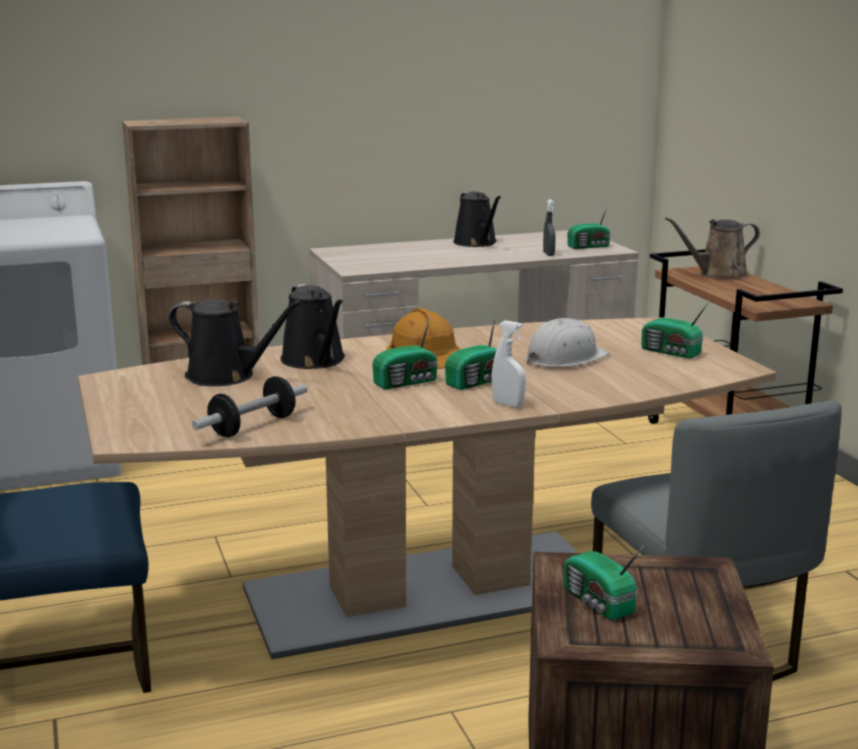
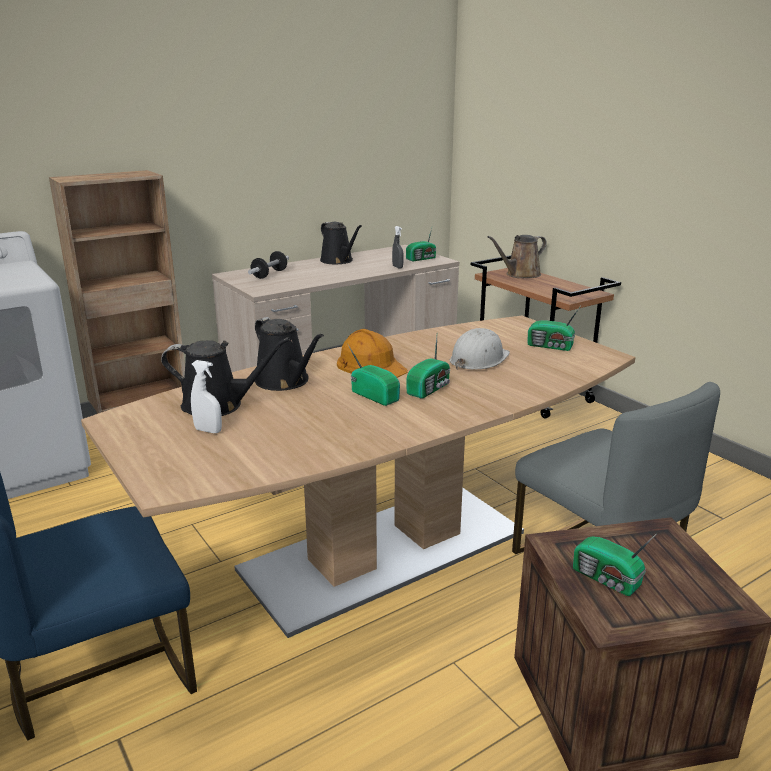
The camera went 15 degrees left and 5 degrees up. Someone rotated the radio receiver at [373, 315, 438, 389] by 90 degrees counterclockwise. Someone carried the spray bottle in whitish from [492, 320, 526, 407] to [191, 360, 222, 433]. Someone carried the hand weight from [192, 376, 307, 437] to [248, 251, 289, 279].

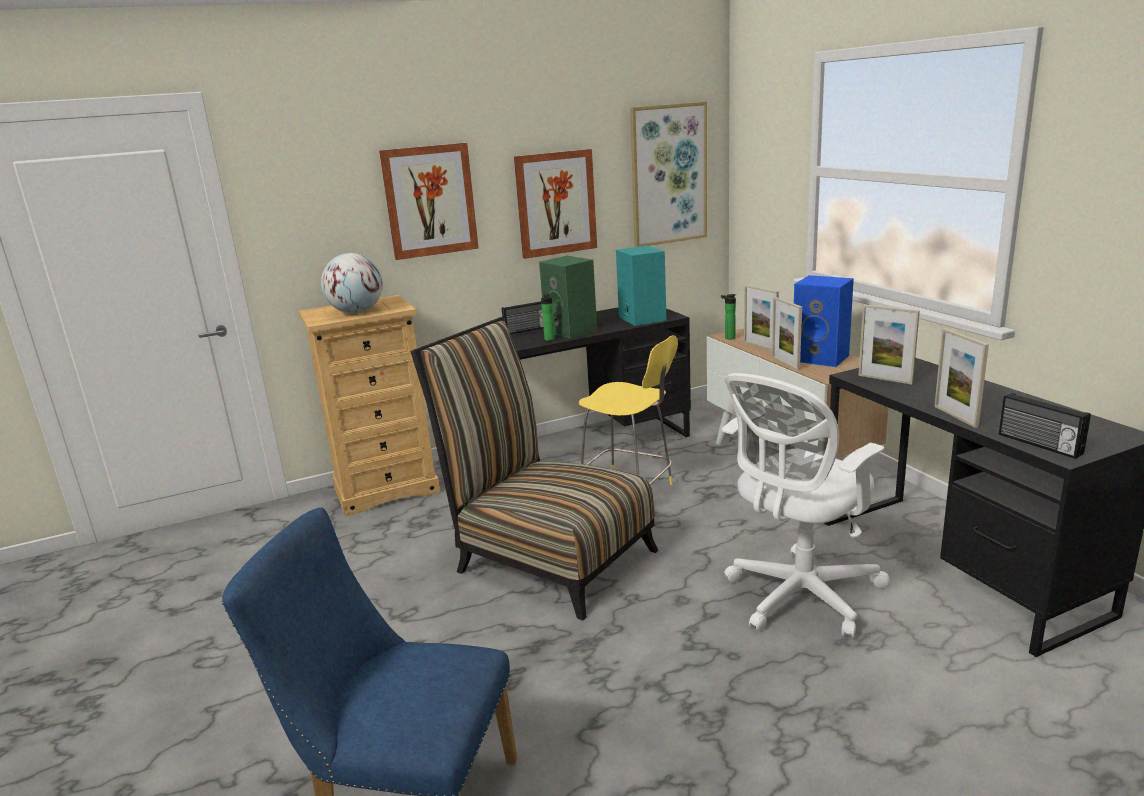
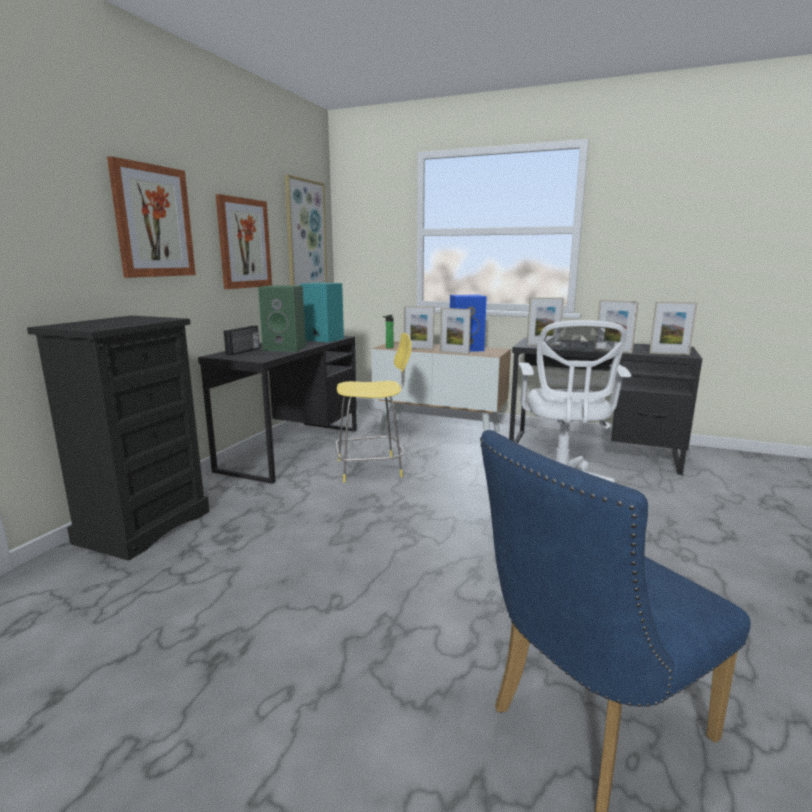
The camera went 45 degrees left and 5 degrees down. Someone took away the globe at [321, 253, 383, 313]. Someone took away the drink bottle at [541, 294, 555, 341]. Someone repainted the dresser in beige-coloured at [299, 295, 440, 517], which became the dresser in blackish at [27, 315, 209, 561]. Someone took away the plain chair at [411, 317, 658, 621]. Someone swapped the radio receiver at [999, 393, 1091, 459] for the photo frame at [649, 301, 698, 355].

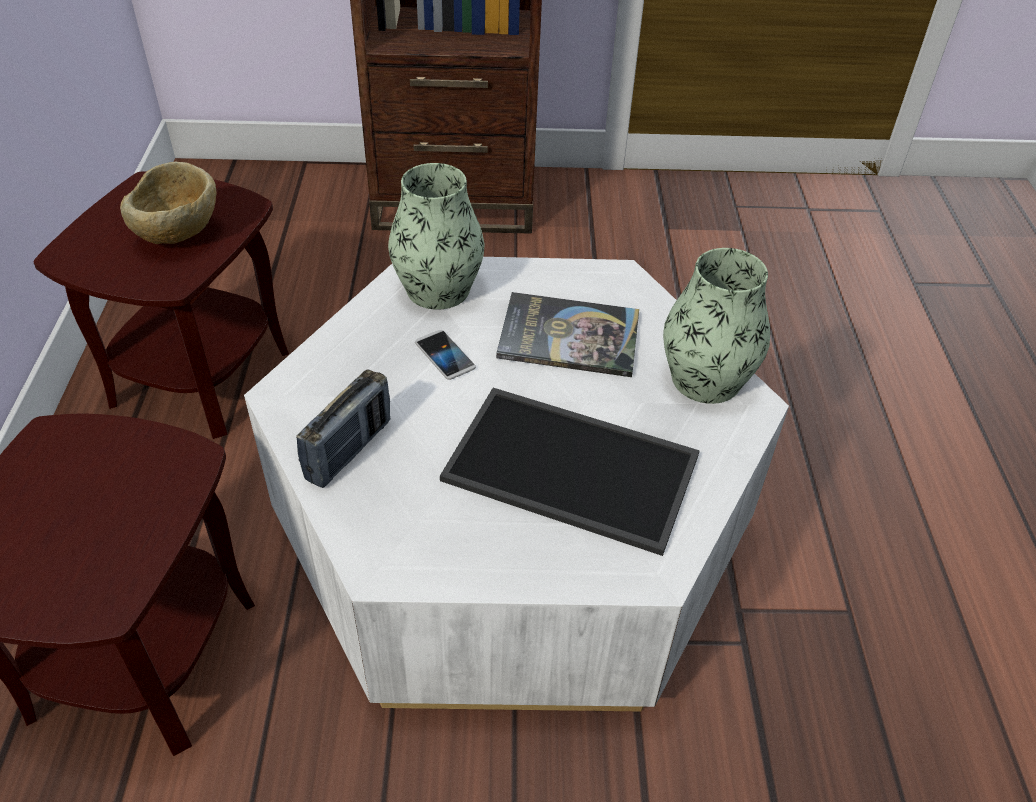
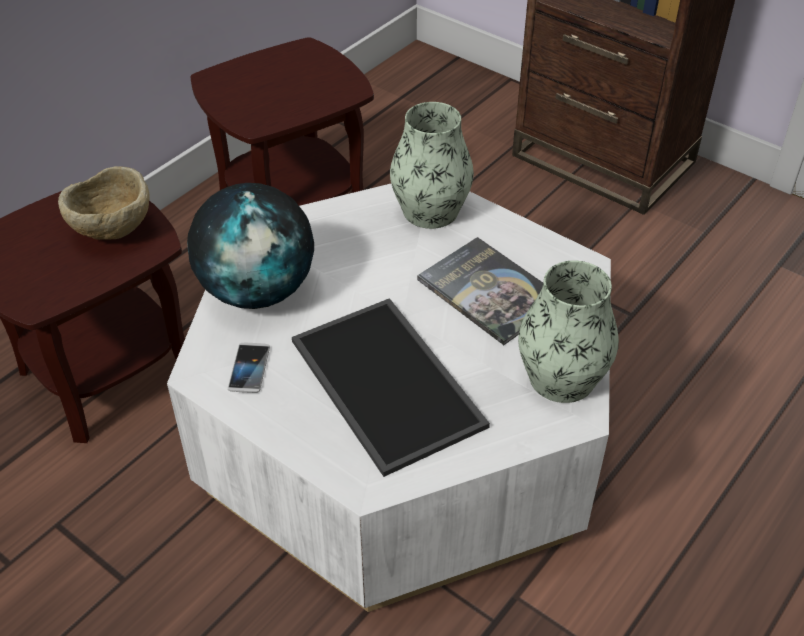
The camera went 40 degrees right and 0 degrees up. Someone carried the bowl in beige-coloured from [120, 161, 216, 244] to [58, 166, 149, 240]. Someone carried the handset from [415, 330, 476, 380] to [228, 343, 270, 393]. Someone swapped the radio receiver at [296, 369, 390, 488] for the globe at [187, 183, 314, 309].

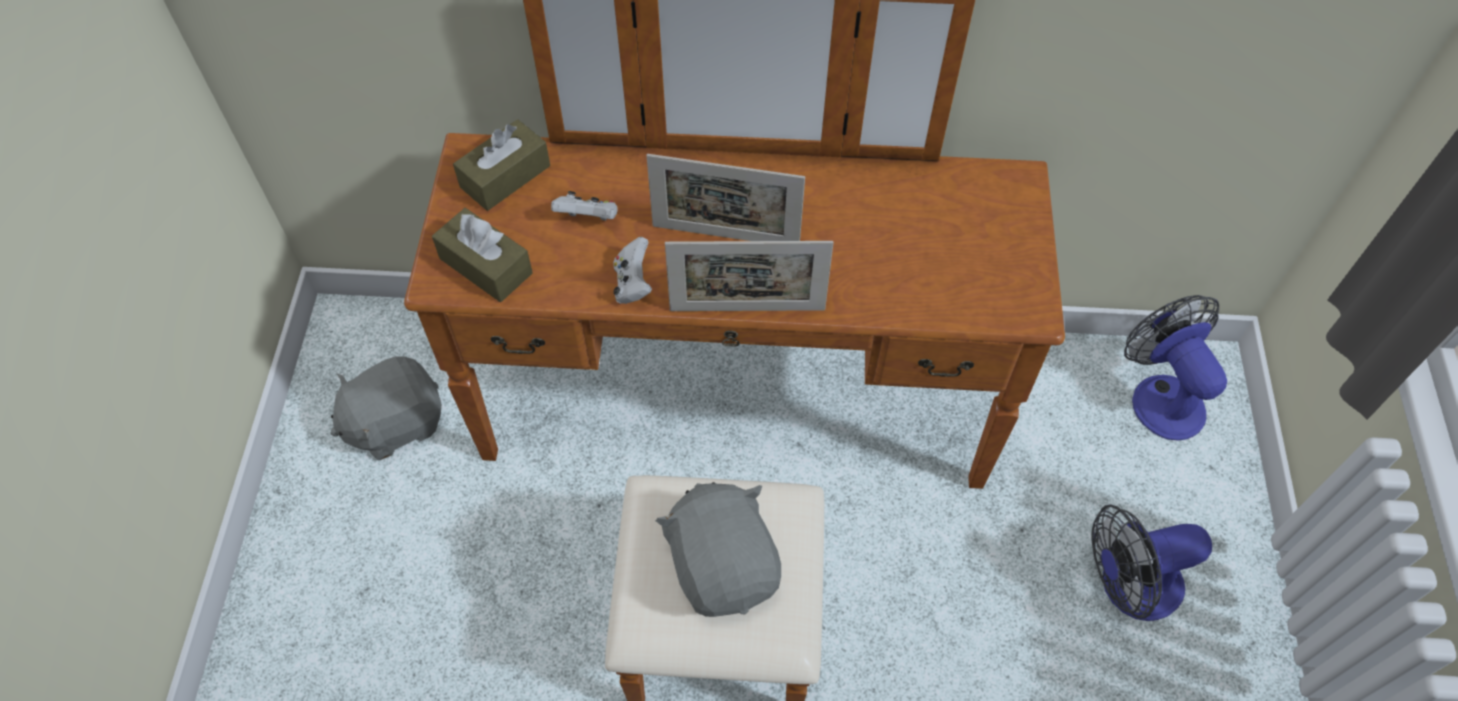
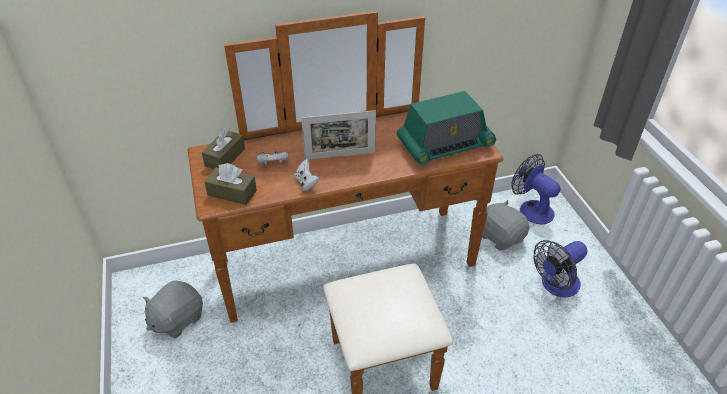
The camera went 20 degrees left and 15 degrees down. Someone took away the photo frame at [665, 241, 833, 311]. Someone carried the cuddly toy in gray from [656, 482, 781, 617] to [482, 200, 530, 251]. Someone put down the radio receiver at [397, 91, 496, 165].

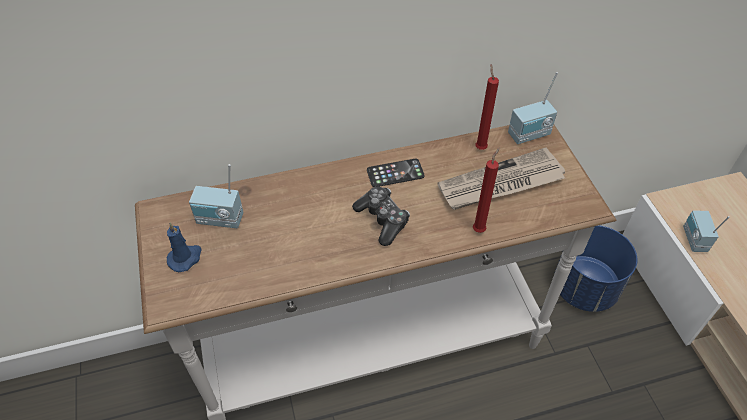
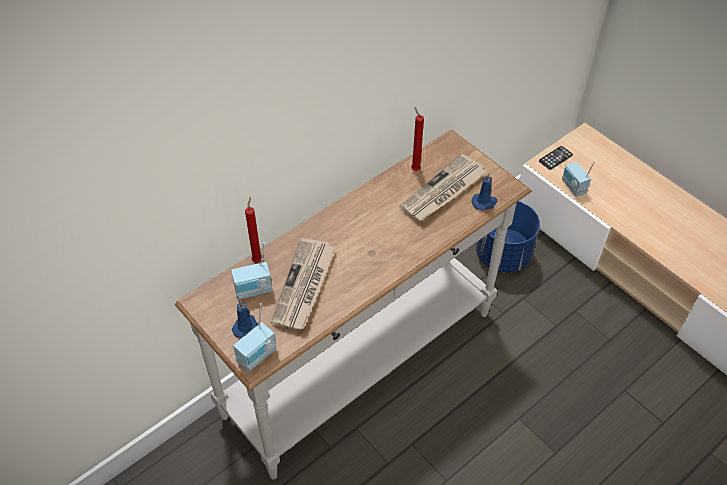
The camera went 25 degrees left and 0 degrees up. Someone carried the radio receiver from [508, 72, 558, 144] to [233, 303, 276, 372]. Someone carried the candle in red from [473, 147, 500, 233] to [245, 197, 262, 263]. Someone carried the handset from [367, 159, 425, 187] to [539, 146, 573, 170]. Someone took away the game controller at [352, 187, 410, 246]. Someone put down the candle in bluish at [471, 173, 497, 211]. Someone put down the newspaper at [271, 238, 336, 330].

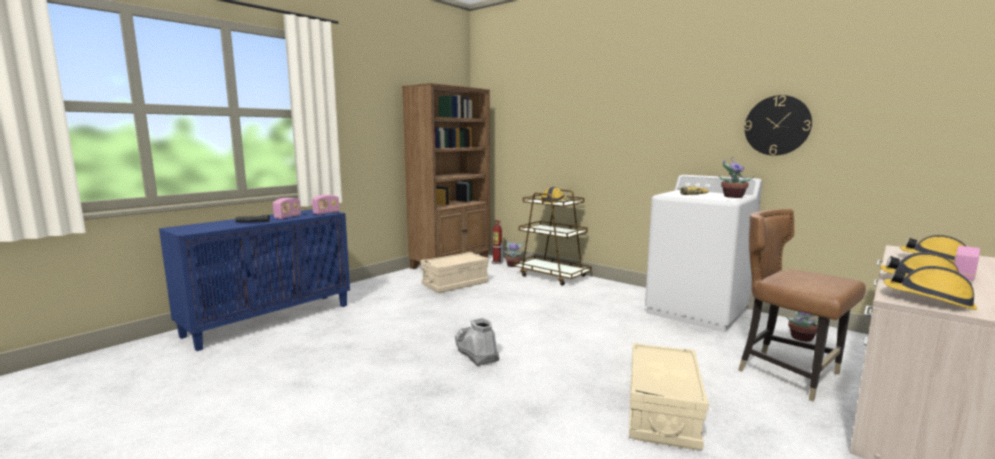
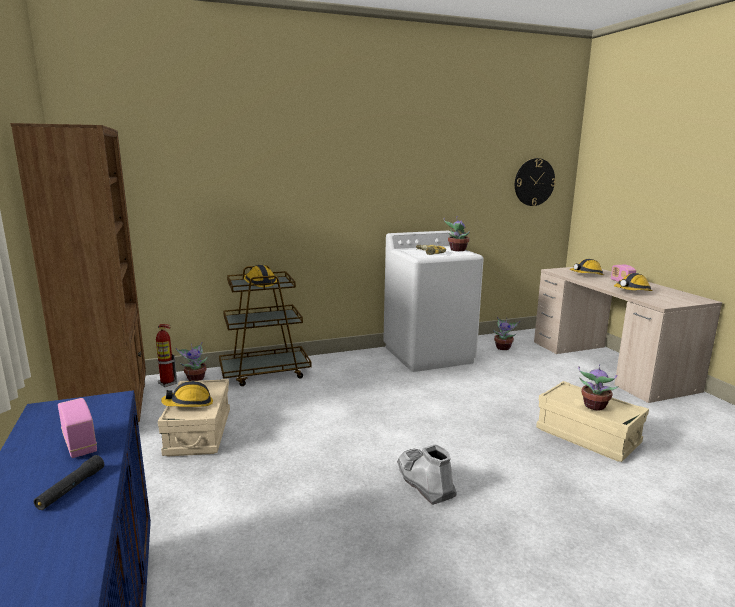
The camera went 60 degrees left and 5 degrees up. Someone carried the hanging clock from [744, 95, 812, 156] to [515, 158, 556, 206]. Someone took away the radio receiver at [312, 195, 340, 215]. Someone took away the plain chair in brown-coloured at [738, 209, 866, 401]. Someone carried the hard hat from [883, 266, 977, 310] to [161, 381, 213, 407]. Someone rotated the tall boot in gray at [455, 318, 499, 366] by 60 degrees clockwise. Someone put down the plant in a pot at [578, 364, 618, 411].

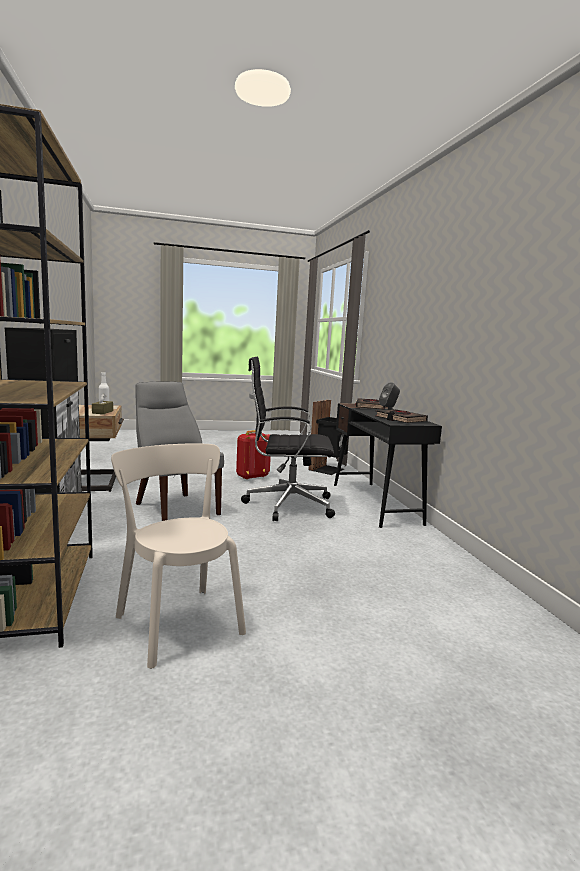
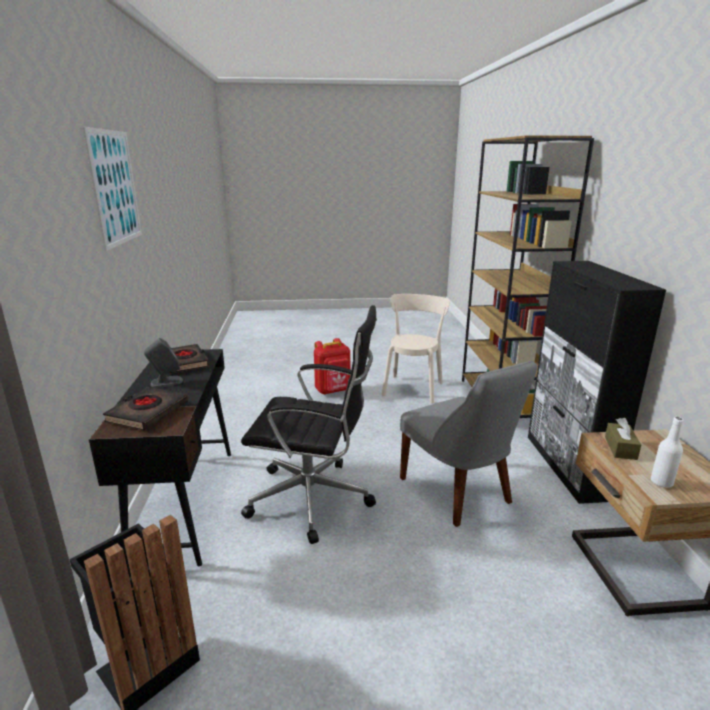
The camera went 170 degrees left and 10 degrees up. Someone carried the backpack in red from [236, 430, 271, 480] to [314, 338, 350, 395]. Someone rotated the plain chair in beige-coloured at [111, 443, 246, 669] by 135 degrees counterclockwise. Someone put up the wall art at [83, 127, 142, 251].

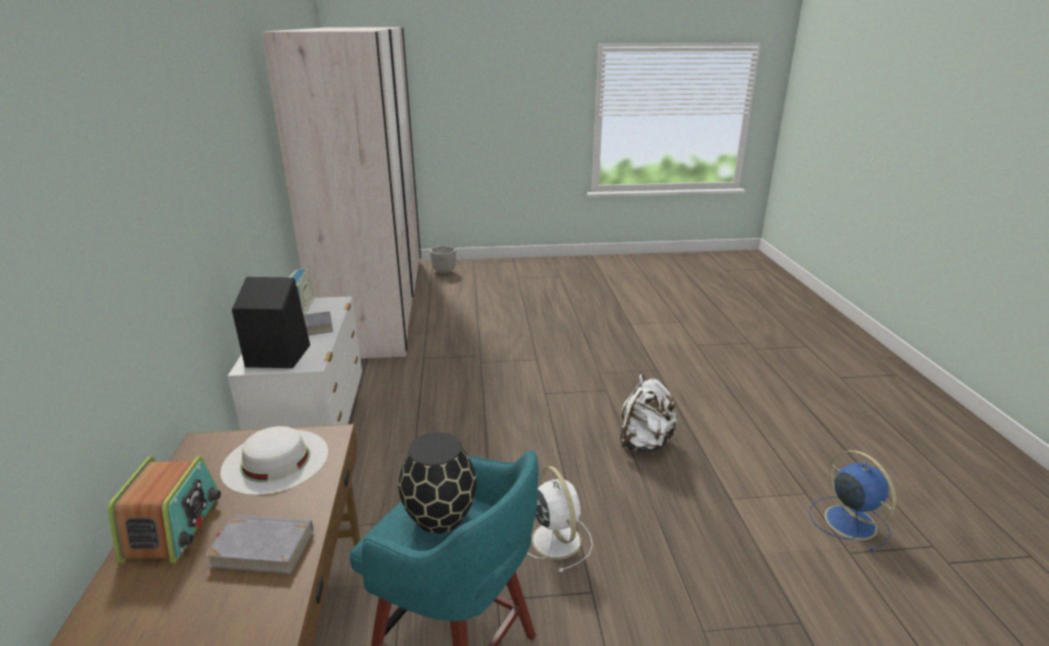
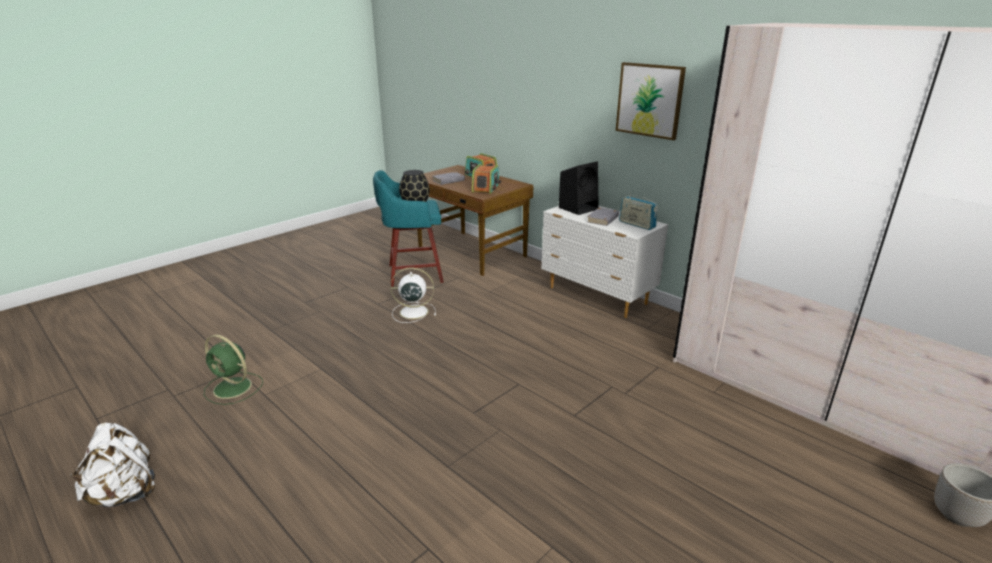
The camera went 140 degrees right and 0 degrees up. Someone carried the backpack in whitish from [620, 374, 678, 452] to [70, 422, 155, 507]. Someone swapped the hat in whitish at [220, 426, 328, 495] for the radio receiver at [472, 164, 501, 194]. Someone repainted the cooling fan in bluish at [809, 450, 896, 552], which became the cooling fan in green at [204, 335, 263, 405]. Someone rotated the cooling fan in whitish at [527, 466, 593, 572] by 150 degrees clockwise. Someone put up the wall art at [616, 62, 686, 140].

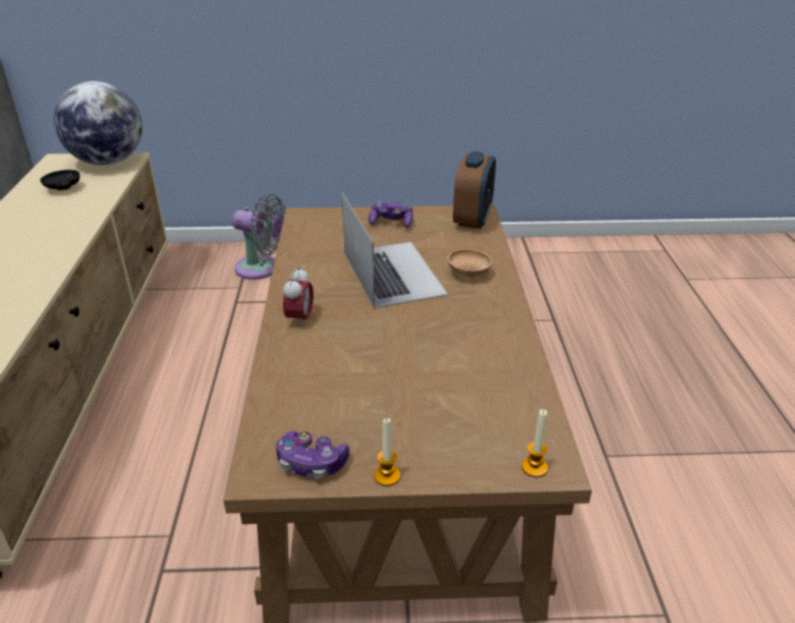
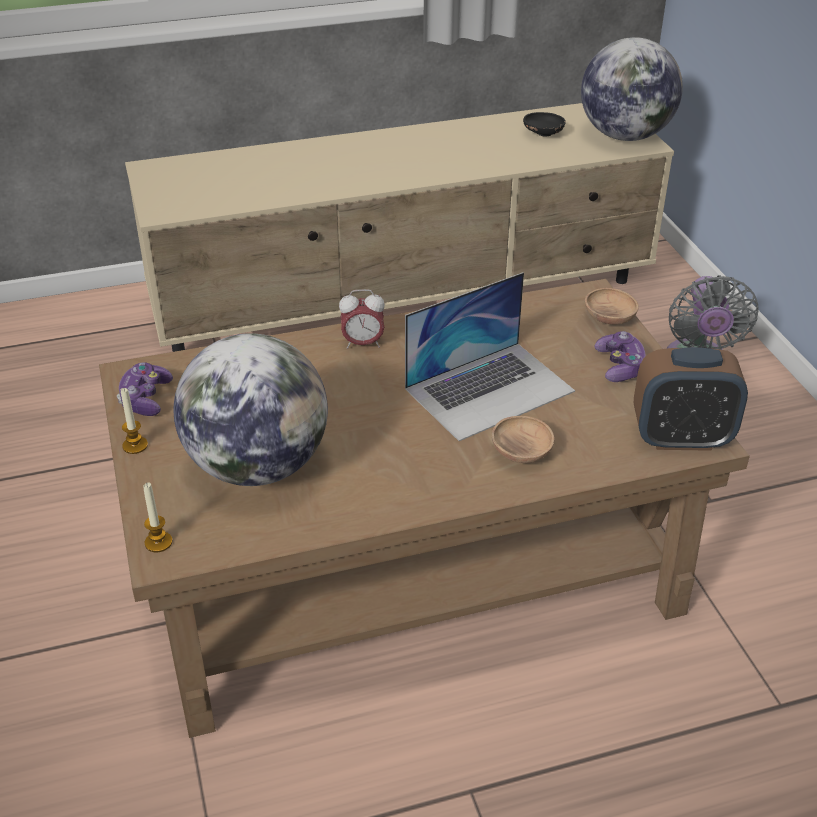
The camera went 75 degrees right and 5 degrees up. Someone put down the bowl in brown-coloured at [585, 288, 639, 325]. Someone put down the globe at [174, 333, 328, 486].

